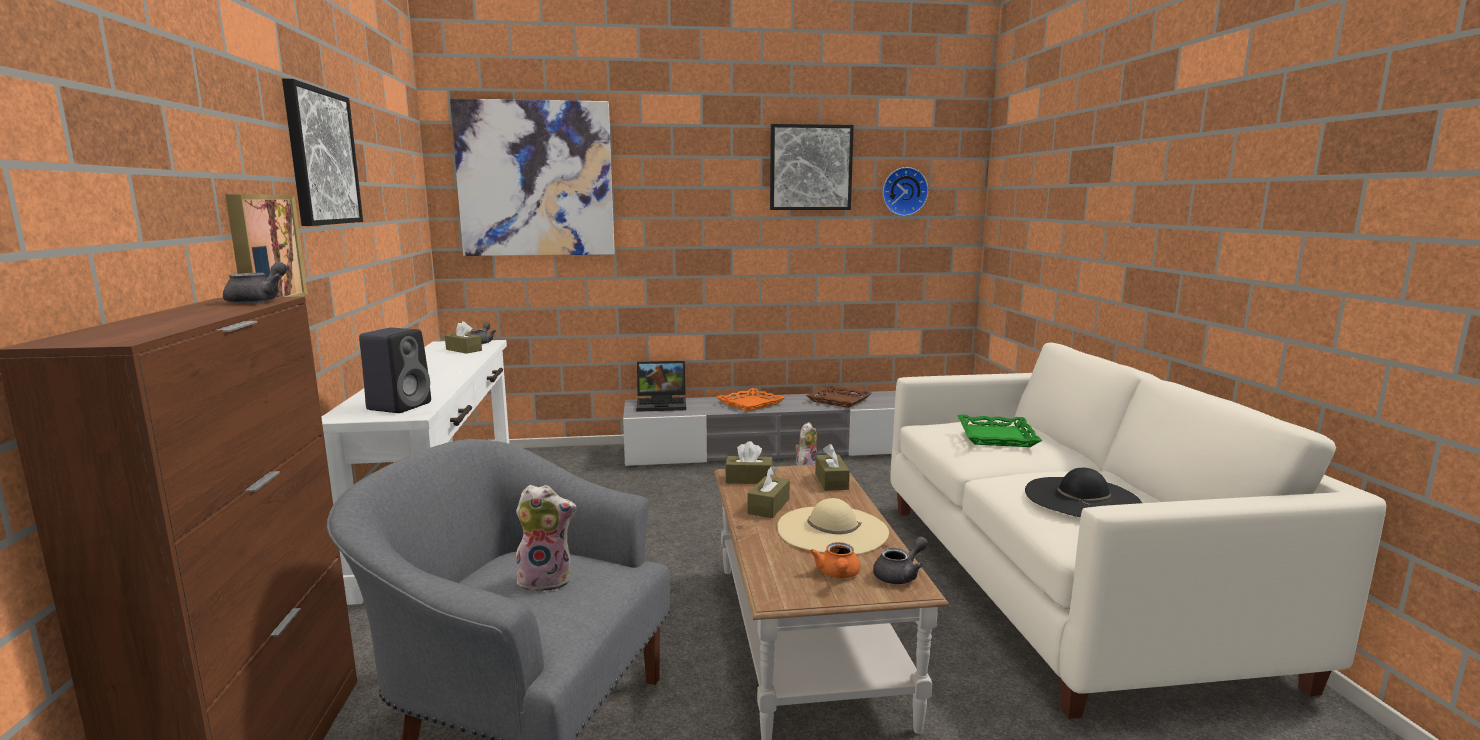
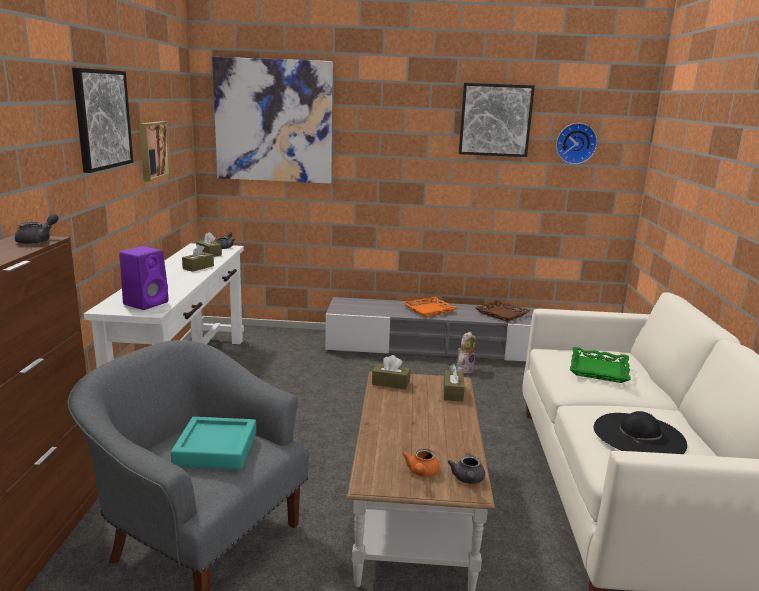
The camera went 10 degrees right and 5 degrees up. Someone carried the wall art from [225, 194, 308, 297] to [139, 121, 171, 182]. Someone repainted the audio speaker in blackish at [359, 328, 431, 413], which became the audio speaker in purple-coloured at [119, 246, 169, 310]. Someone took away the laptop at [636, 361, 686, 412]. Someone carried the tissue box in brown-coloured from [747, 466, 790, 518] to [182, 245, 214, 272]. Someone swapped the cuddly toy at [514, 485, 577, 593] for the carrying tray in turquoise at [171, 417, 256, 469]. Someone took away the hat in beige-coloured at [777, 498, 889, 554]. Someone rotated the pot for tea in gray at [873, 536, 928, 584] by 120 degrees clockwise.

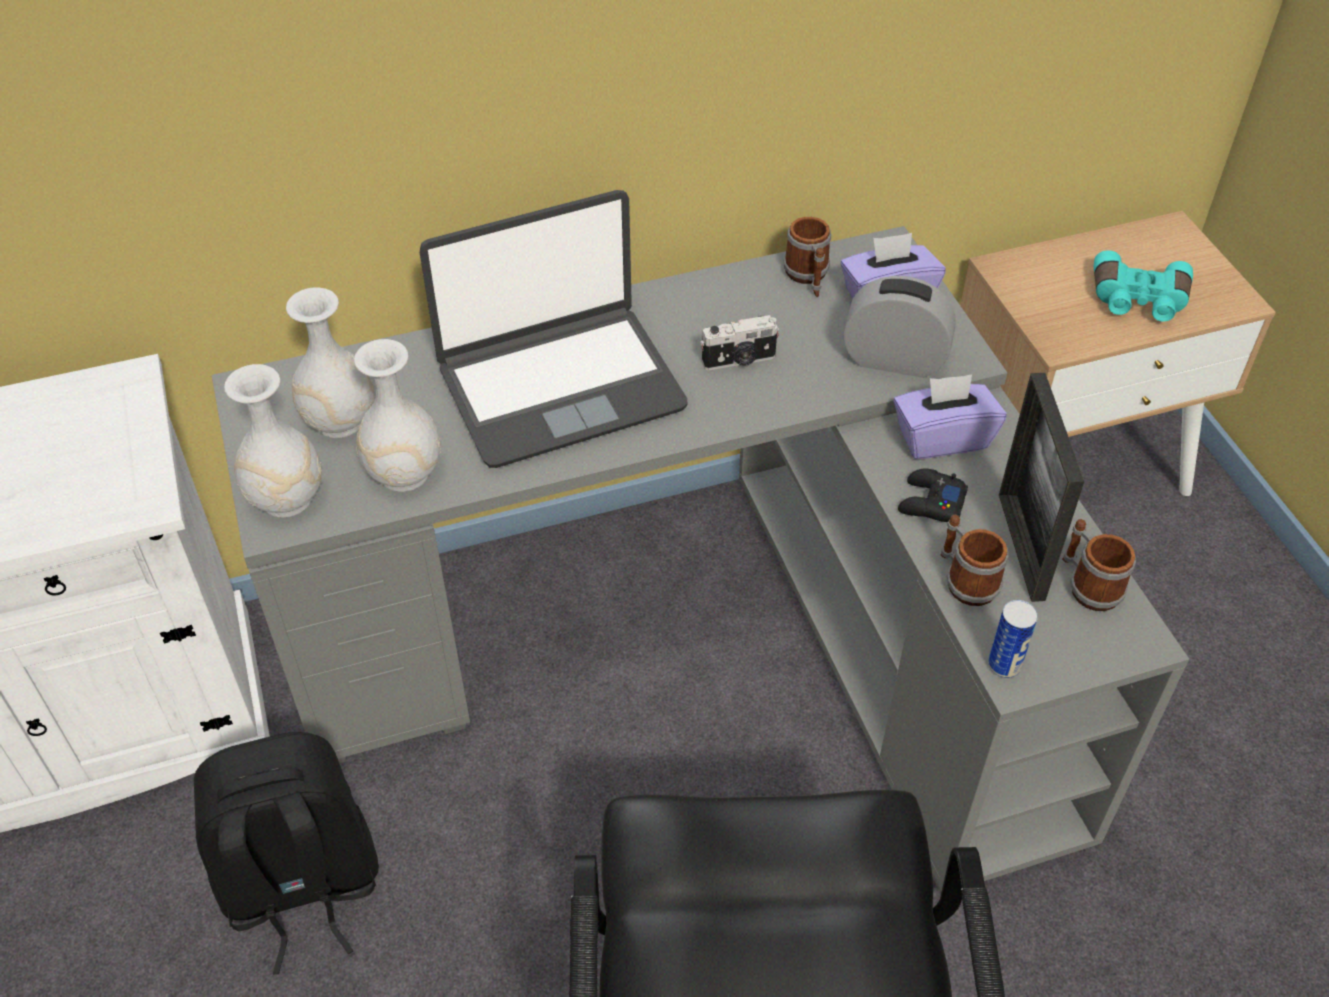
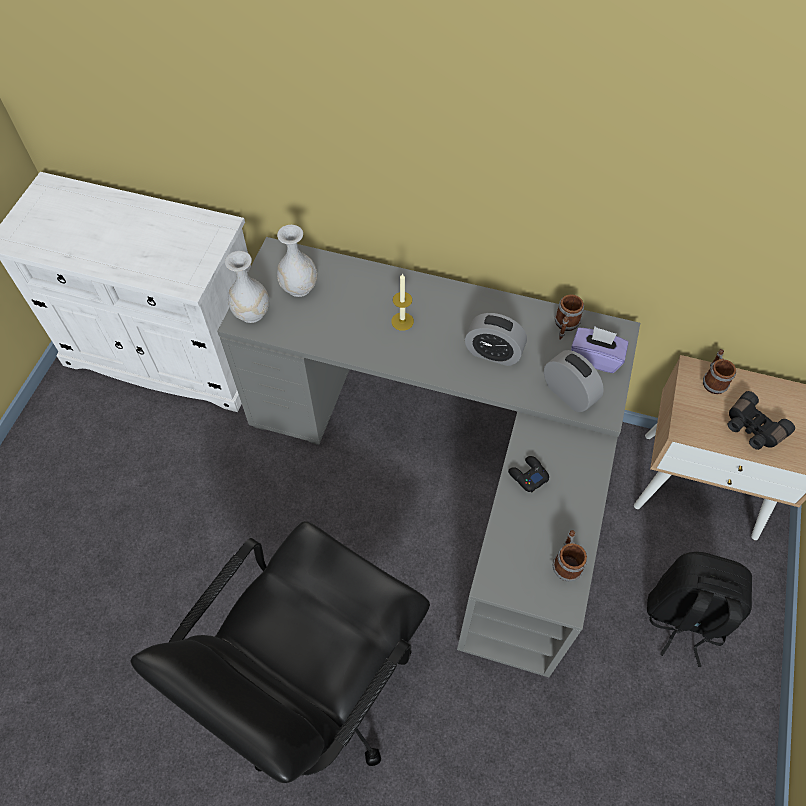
The camera went 35 degrees right and 10 degrees up. Someone swapped the laptop at [420, 190, 687, 468] for the candle at [391, 273, 414, 331]. Someone repainted the pair of binoculars in turquoise at [1094, 250, 1193, 322], which became the pair of binoculars in blackish at [728, 391, 795, 450]. Someone swapped the photo camera at [700, 315, 780, 370] for the alarm clock at [465, 313, 527, 366]. Someone took away the flower vase in whitish at [354, 339, 441, 492]. Someone took away the photo frame at [999, 373, 1085, 602]. Someone took away the tissue box in purple-coloured at [894, 374, 1007, 459]. Someone carried the coffee mug from [941, 514, 1009, 606] to [703, 349, 736, 394]. Someone took away the can at [988, 600, 1038, 678]. Someone carried the backpack in blackish from [194, 732, 379, 974] to [647, 552, 752, 667].

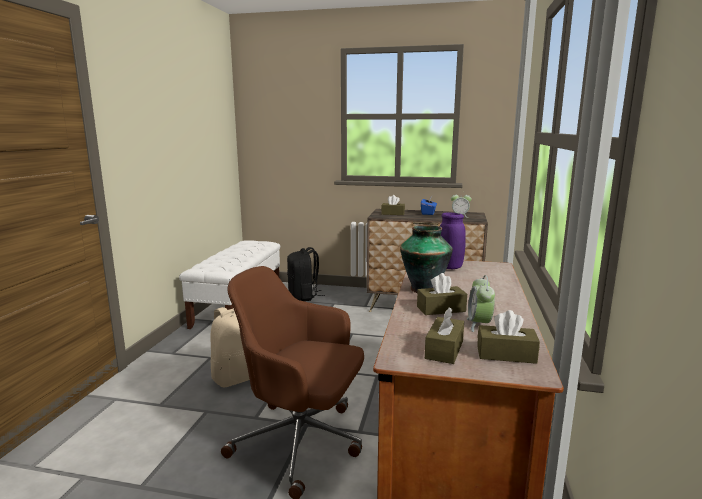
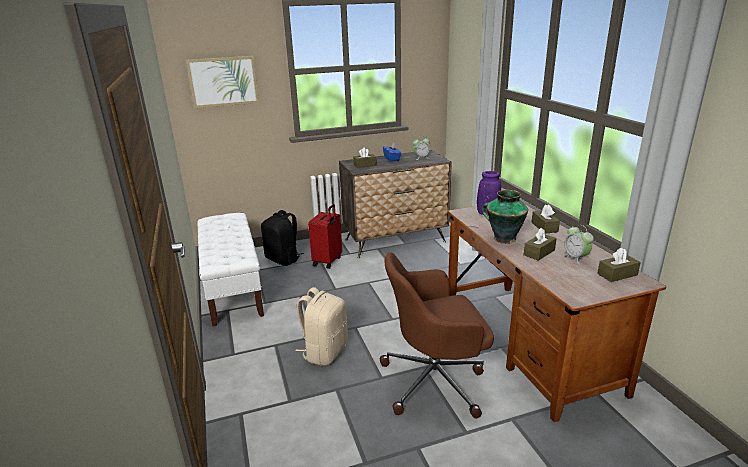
The camera went 30 degrees left and 10 degrees up. Someone carried the tissue box in brown-coloured from [425, 307, 464, 364] to [532, 204, 560, 234]. Someone put up the wall art at [186, 56, 259, 108]. Someone put down the travel case in red at [308, 204, 342, 269].

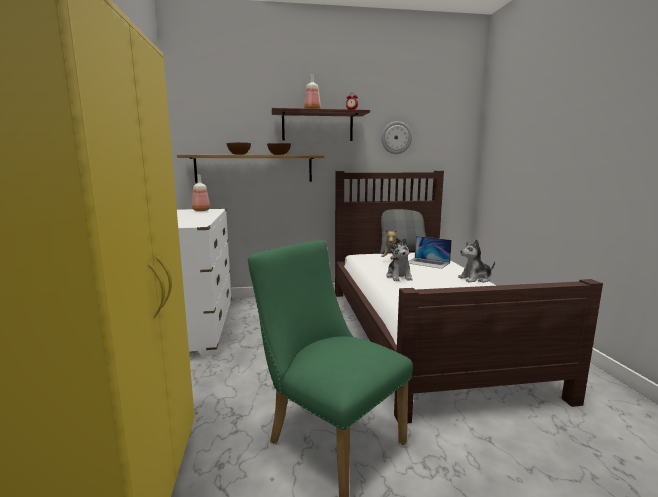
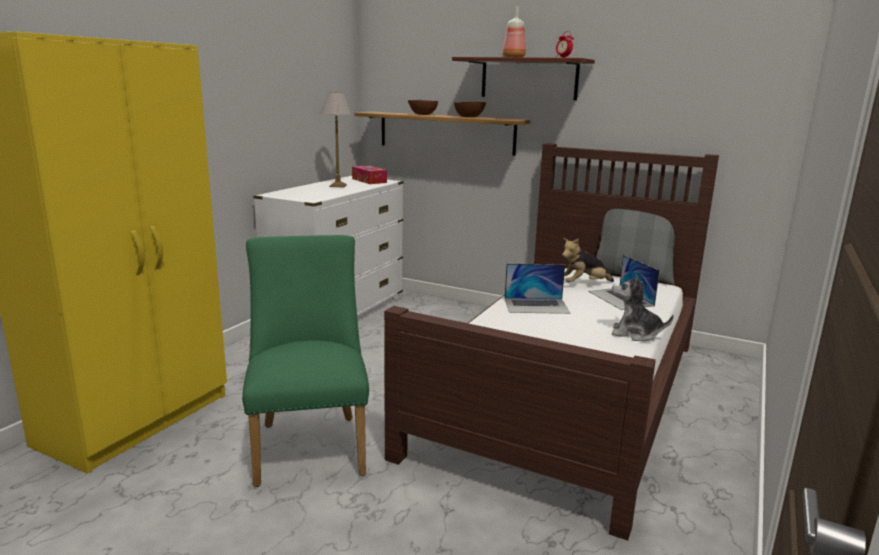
The camera went 35 degrees right and 5 degrees up. Someone took away the hanging clock at [381, 121, 412, 154]. Someone swapped the drink bottle at [192, 175, 210, 211] for the tissue box at [352, 166, 387, 184]. Someone swapped the cuddly toy at [386, 238, 412, 281] for the laptop at [504, 263, 570, 314]. Someone put down the lamp for a table at [320, 92, 352, 187].

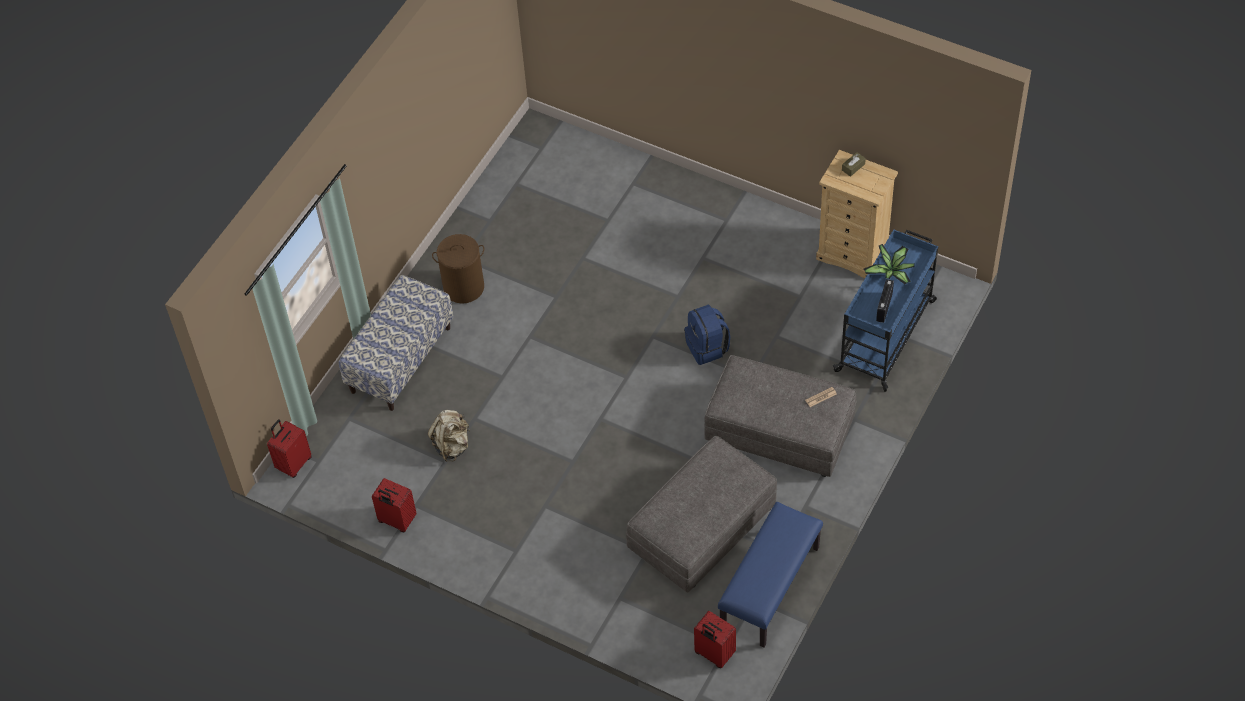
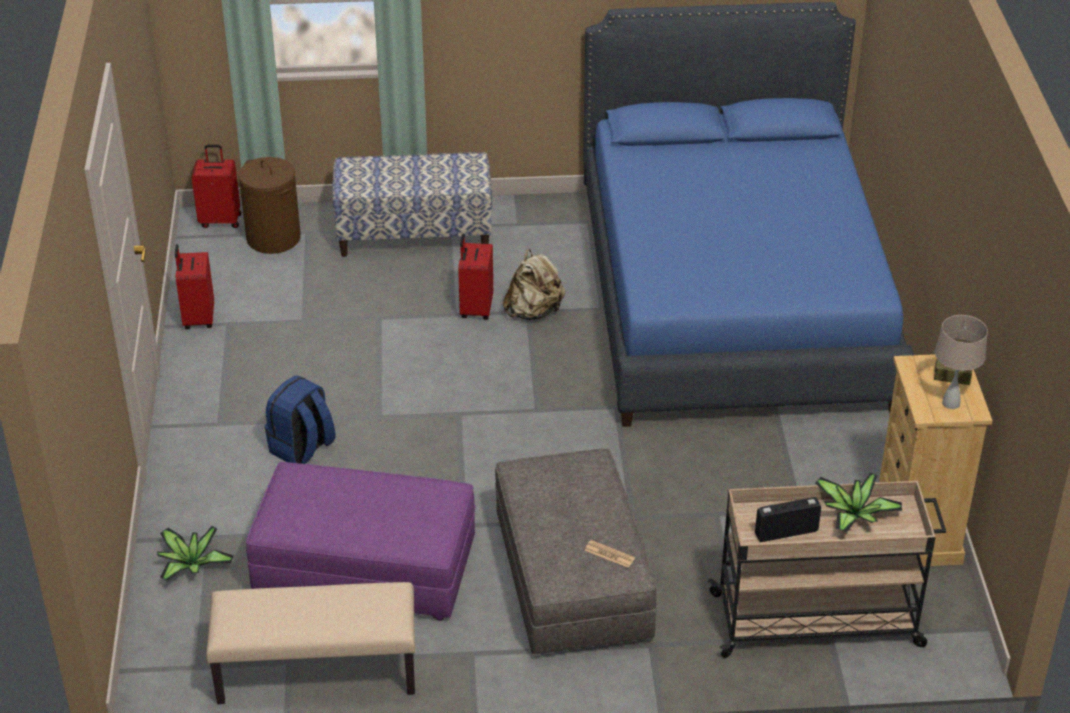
The camera went 55 degrees right and 15 degrees down. Someone repainted the trolley in bluish at [833, 229, 938, 392], which became the trolley in beige-coloured at [708, 481, 946, 658]. Someone carried the washing basket in brown-coloured from [432, 234, 484, 303] to [238, 157, 301, 254]. Someone carried the backpack in bluish from [684, 304, 730, 365] to [264, 376, 335, 464]. Someone carried the backpack in beige-coloured from [428, 410, 470, 462] to [503, 249, 565, 320]. Someone repainted the ottoman in gray at [626, 436, 777, 593], which became the ottoman in purple-coloured at [246, 462, 475, 621]. Someone repainted the bench in bluish at [718, 502, 823, 648], which became the bench in beige-coloured at [206, 582, 415, 704]. Someone carried the travel case in red from [694, 611, 736, 668] to [458, 234, 493, 319]. Someone put down the bed in bluish at [584, 2, 913, 427]. Someone put down the lamp for a table in beige-coloured at [935, 315, 988, 409]. Someone put down the plant in a pot at [157, 526, 234, 582].

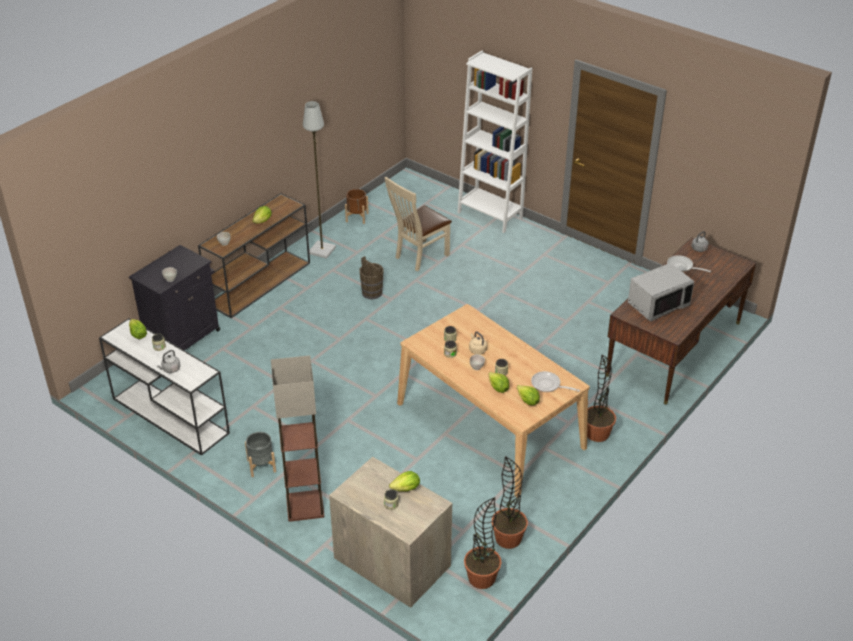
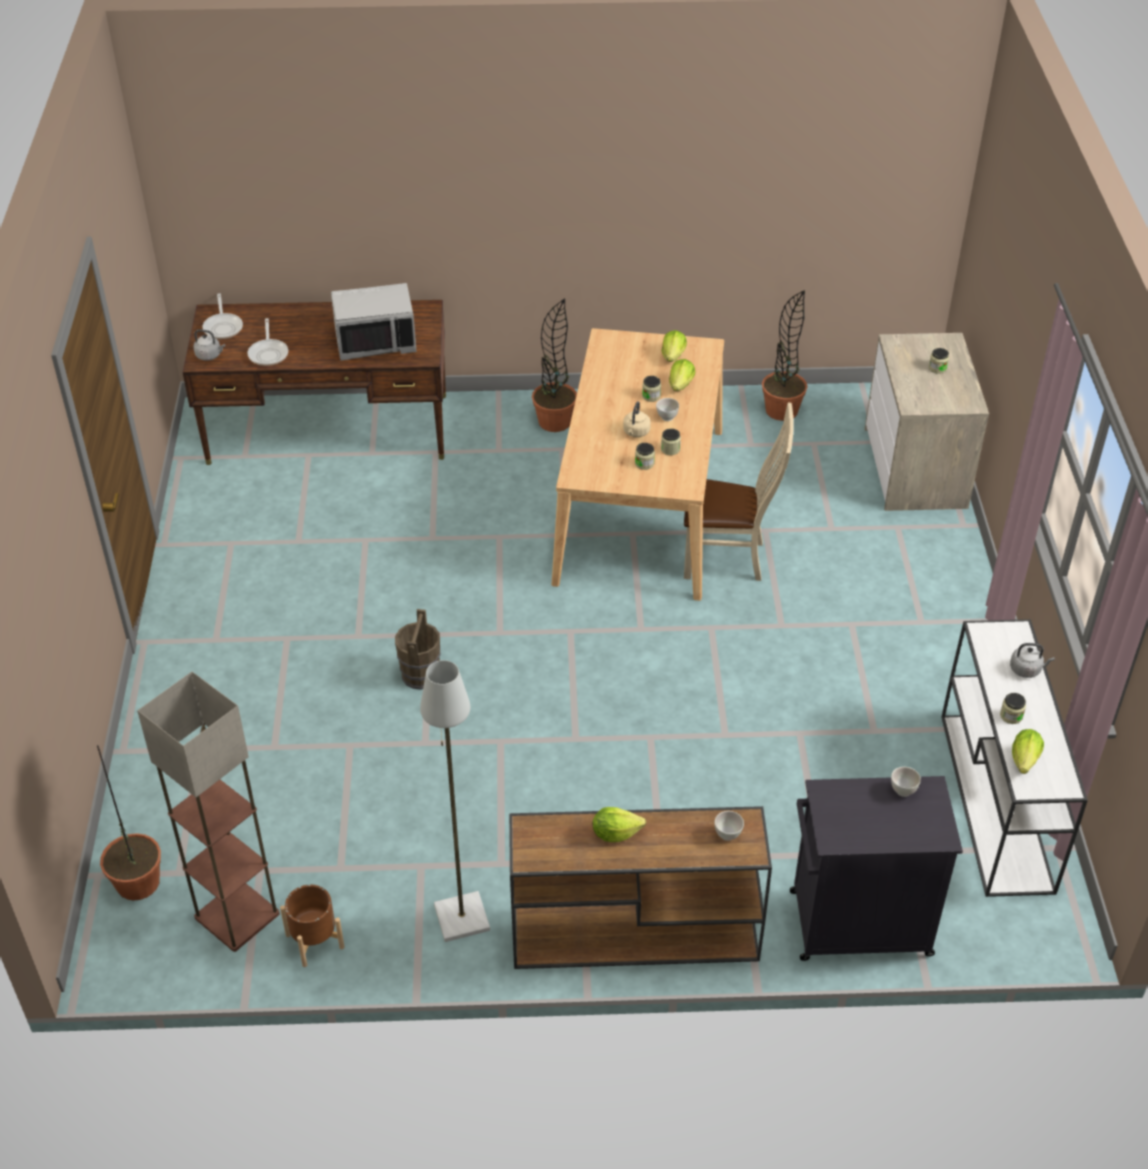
The camera went 130 degrees left and 5 degrees up. Someone took away the bookshelf in whitish at [458, 51, 532, 233]. Someone carried the plain chair in beige-coloured from [385, 177, 452, 271] to [684, 403, 794, 581]. Someone carried the bucket in brown-coloured from [359, 256, 384, 299] to [395, 609, 440, 690]. Someone rotated the microwave oven in gray at [628, 263, 694, 322] by 150 degrees clockwise. Someone carried the standard lamp from [271, 355, 324, 522] to [137, 672, 280, 952]. Someone carried the skillet from [531, 371, 580, 392] to [202, 293, 243, 339]. Someone took away the flower pot in gray at [245, 432, 276, 477]. Someone took away the lettuce at [389, 471, 420, 492]. Someone carried the plant in a pot from [464, 497, 502, 589] to [97, 745, 161, 901].

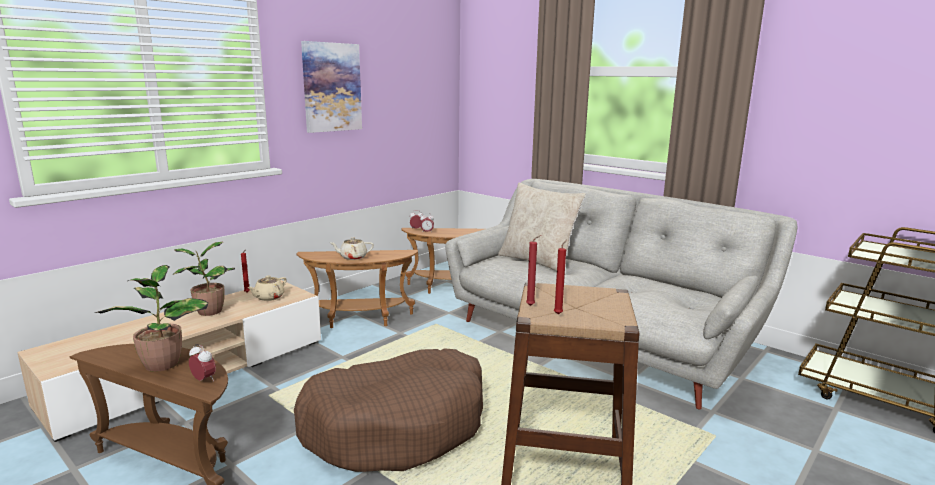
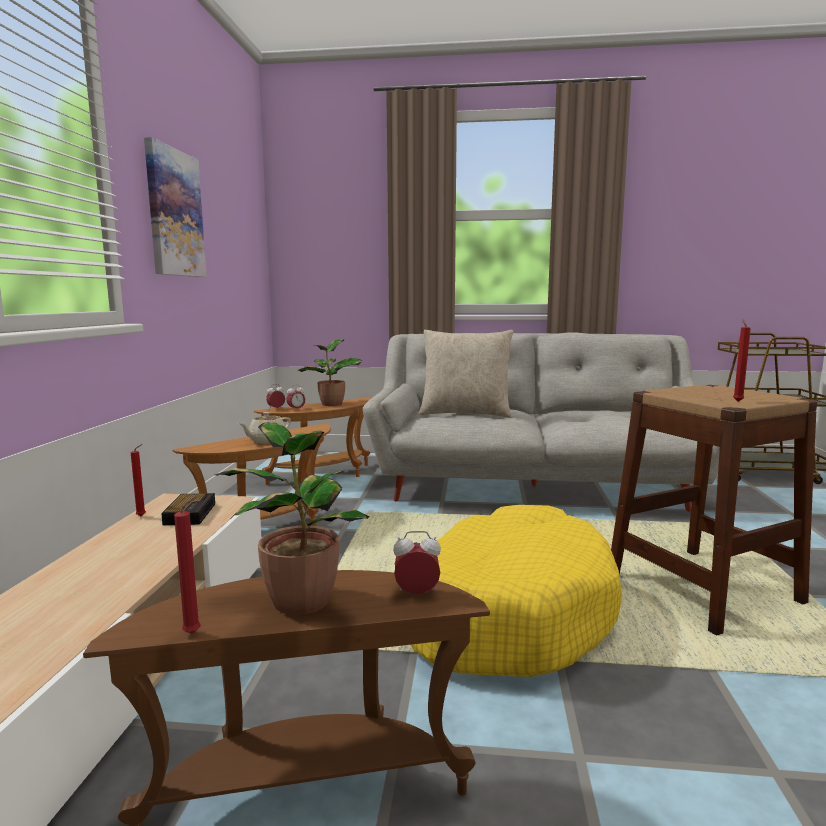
The camera went 35 degrees left and 5 degrees down. Someone carried the candle in red from [526, 235, 541, 306] to [174, 496, 201, 634]. Someone carried the plant in a pot from [173, 242, 235, 316] to [298, 339, 362, 406]. Someone swapped the pot for tea in beige-coloured at [248, 275, 287, 301] for the alarm clock at [161, 493, 215, 525]. Someone repainted the dog cushion in brown-coloured at [294, 348, 483, 472], which became the dog cushion in yellow at [411, 505, 622, 677].

